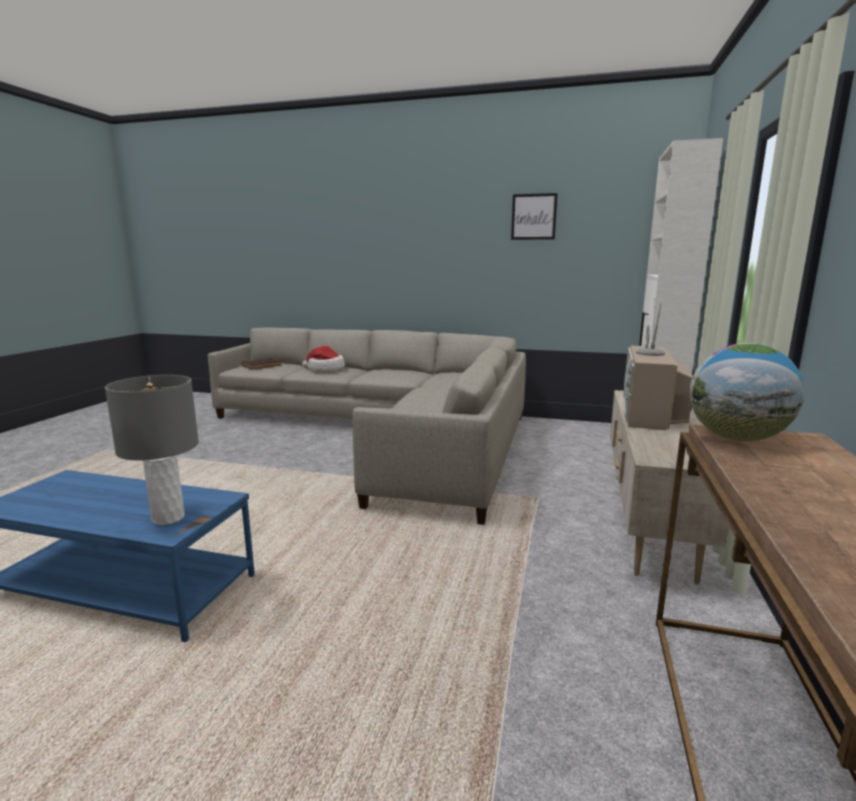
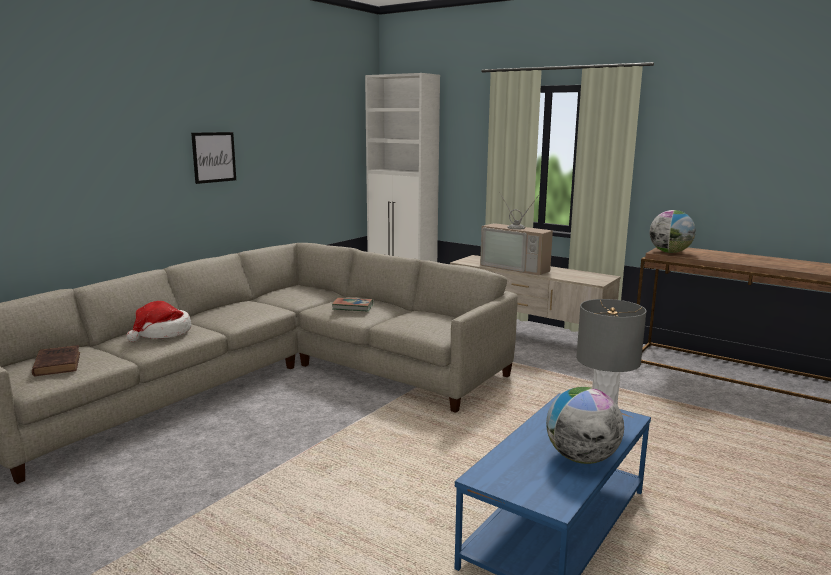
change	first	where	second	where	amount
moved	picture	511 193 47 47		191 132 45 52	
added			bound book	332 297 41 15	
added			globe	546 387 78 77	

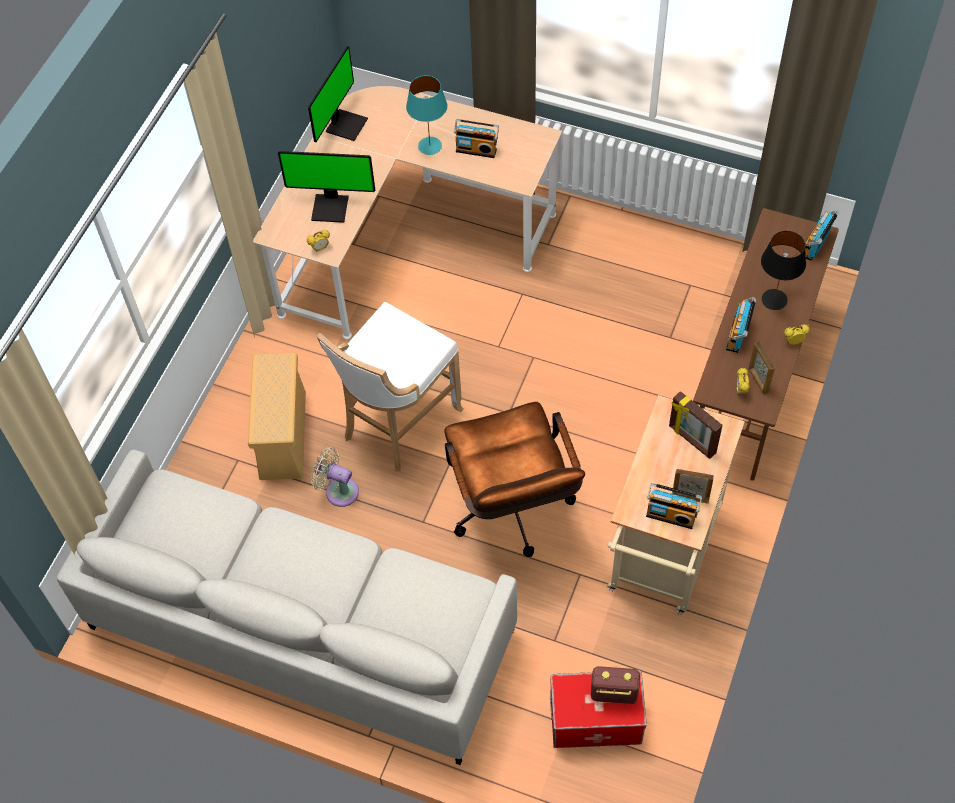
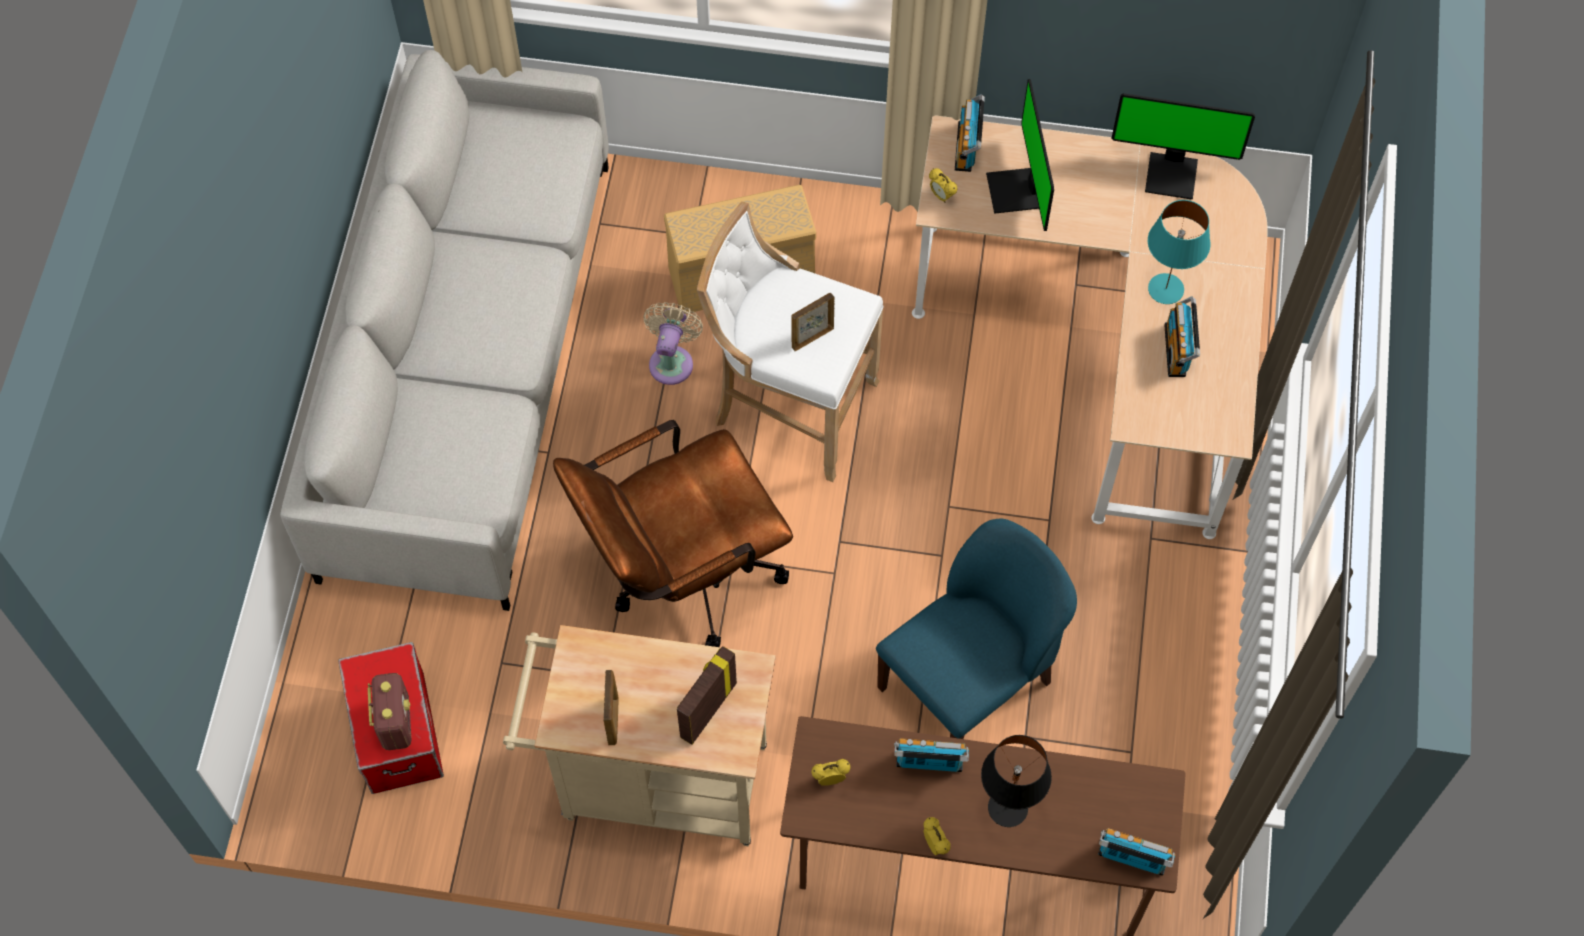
change	first	where	second	where	amount
moved	radio receiver	646 483 56 46		955 94 30 78	
moved	picture frame	749 341 26 54		791 293 43 59	
added			blue-coloured upright chair	876 519 201 220	

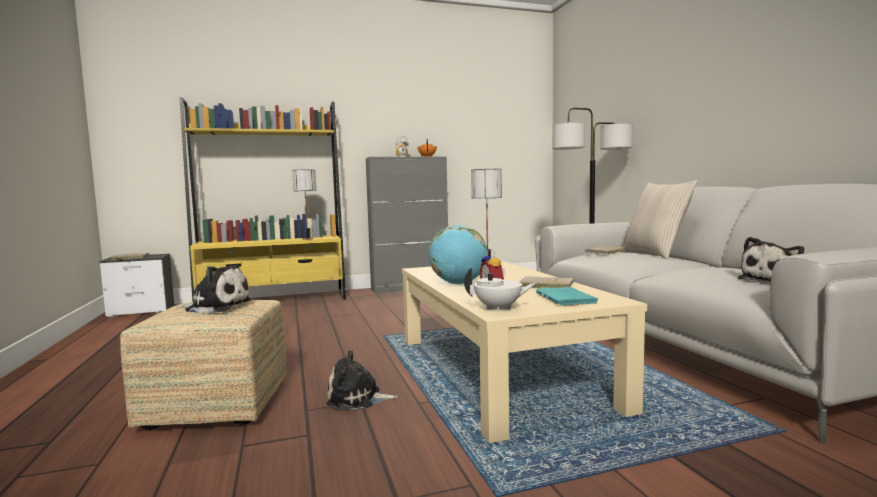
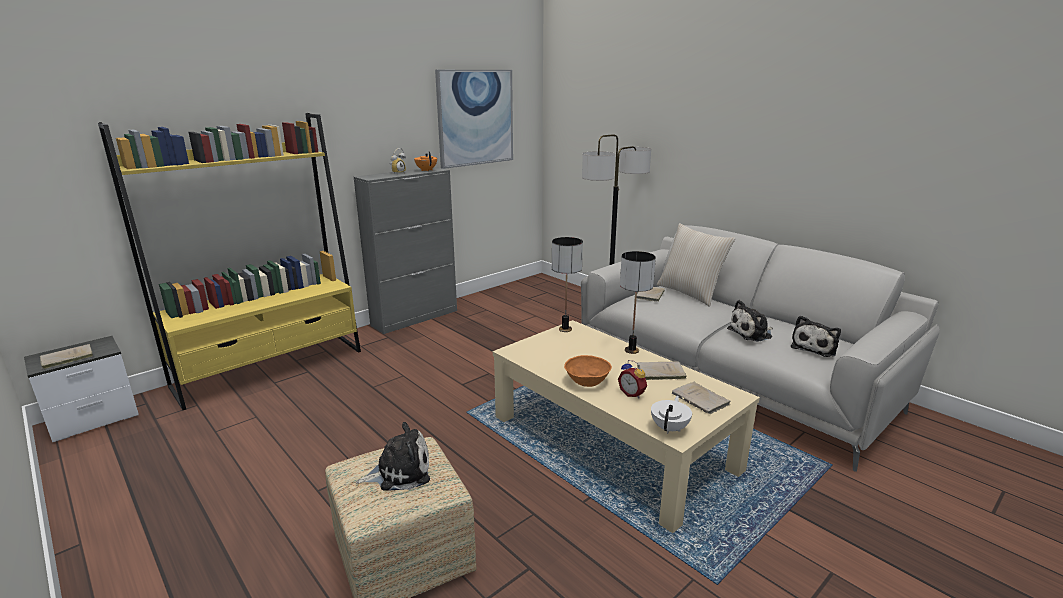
change	first	where	second	where	amount
moved	lamp for a table	292 170 24 69		620 251 36 103	
moved	plush toy	326 350 72 59		727 300 46 42	
replaced	globe	429 225 59 59	orangey deep dish	564 355 48 32	
turned	white-coloured tea pot	464 268 71 44		651 396 41 38	45 degrees counterclockwise
recoloured	turquoise-coloured bound book	536 287 62 19	beige bound book	672 382 59 32	
added			picture	435 70 78 99	

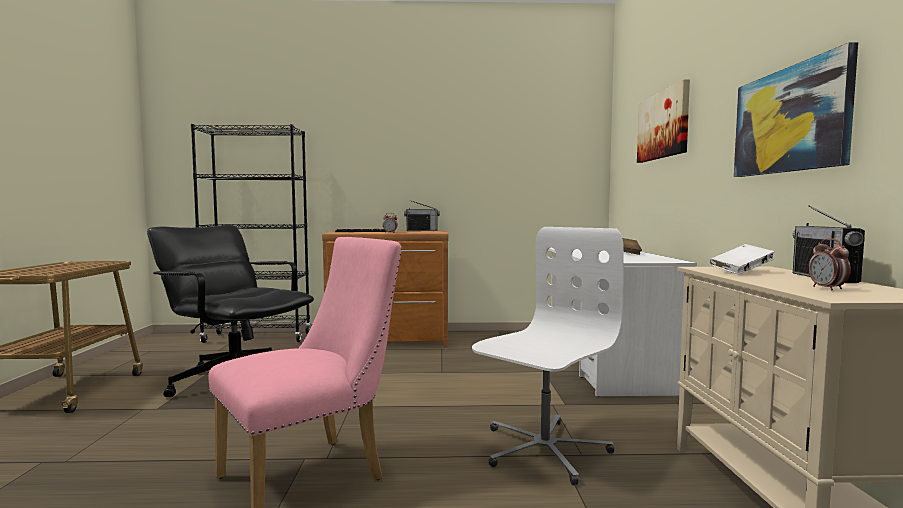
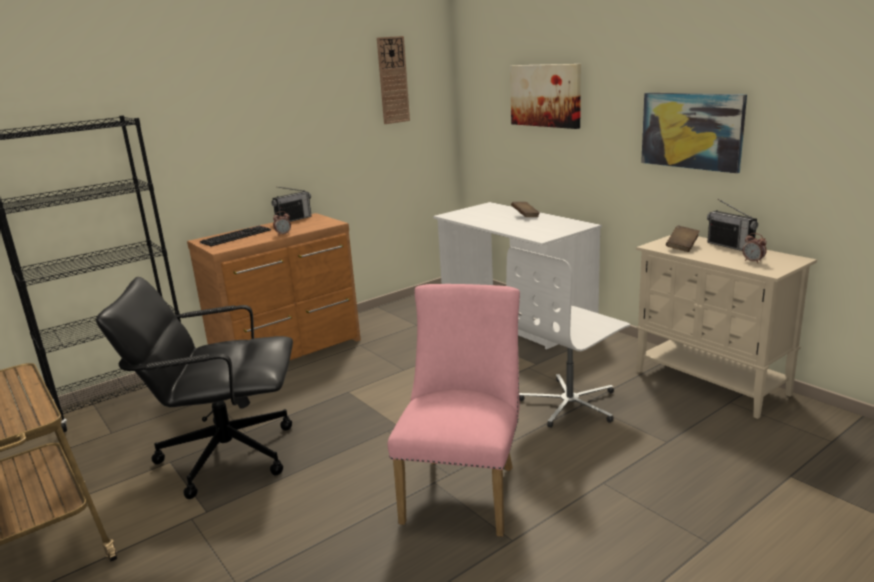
change	first	where	second	where	amount
turned	white-coloured office chair	472 227 152 258		506 247 124 181	135 degrees counterclockwise
recoloured	white-coloured bound book	710 244 65 30	brownish bound book	666 225 34 27	
added			wall clock	377 36 33 88	

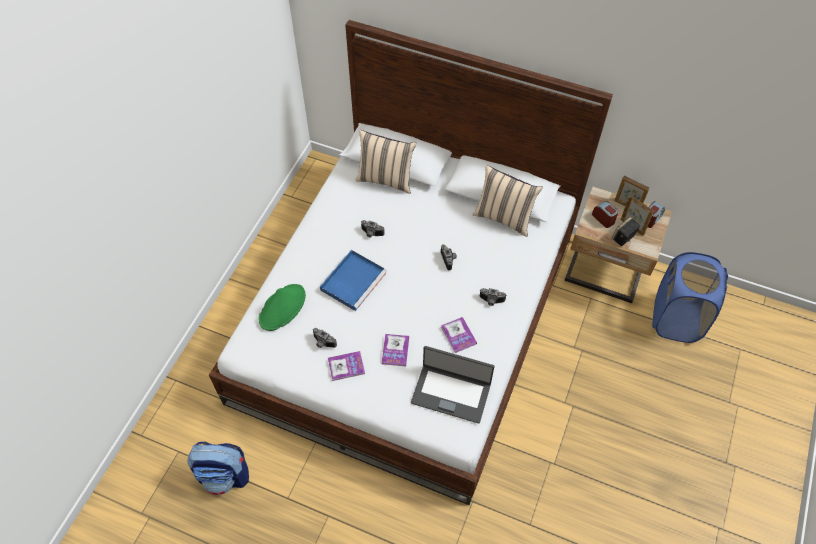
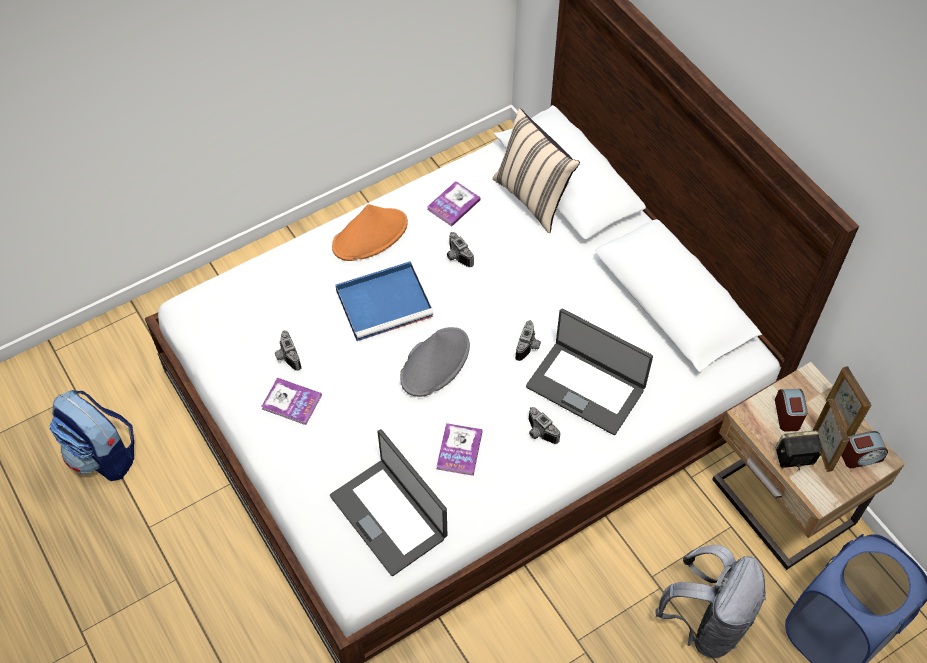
change	first	where	second	where	amount
removed	green-coloured clothing hat	258 284 48 47			
moved	bound book	382 334 27 32		427 181 54 45	
removed	beige throw pillow	473 165 70 72			
added			orangey clothing hat	332 204 76 57	
added			gray clothing hat	400 327 70 70	
added			laptop	526 309 127 126	
added			gray backpack	655 545 111 113	

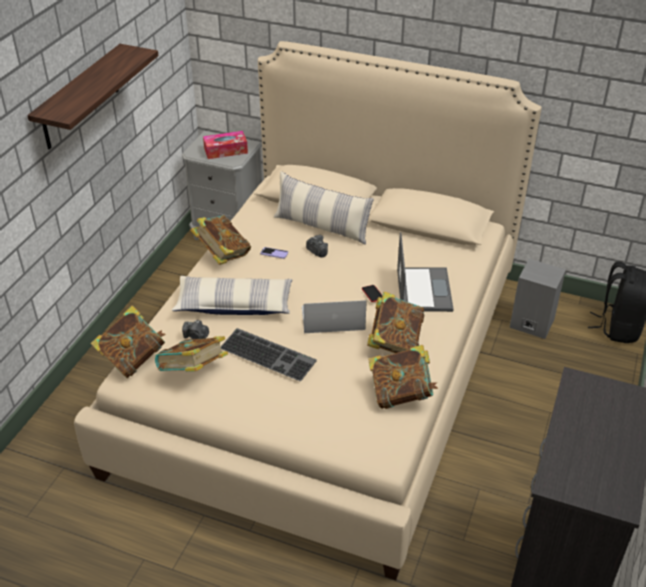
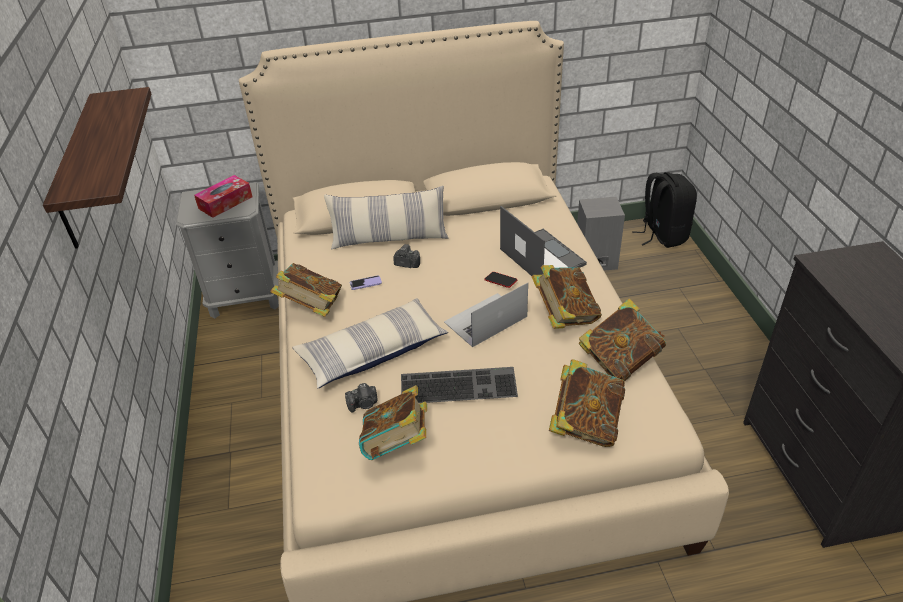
change	first	where	second	where	amount
moved	bound book	90 306 76 72		549 359 76 88	

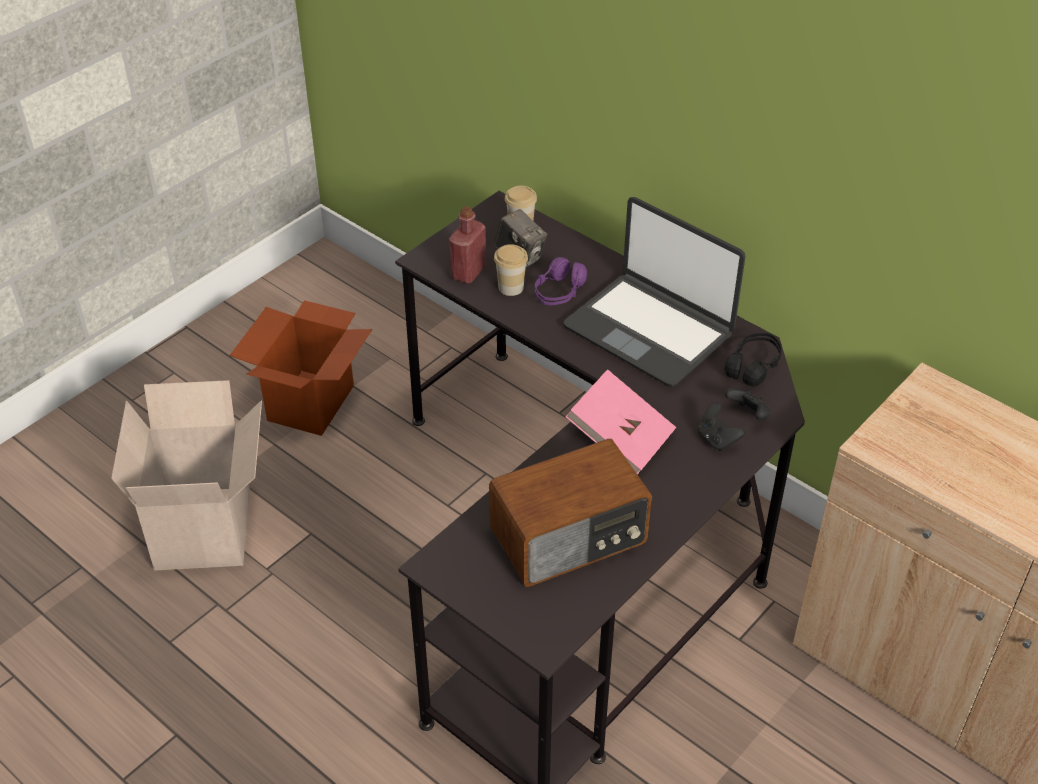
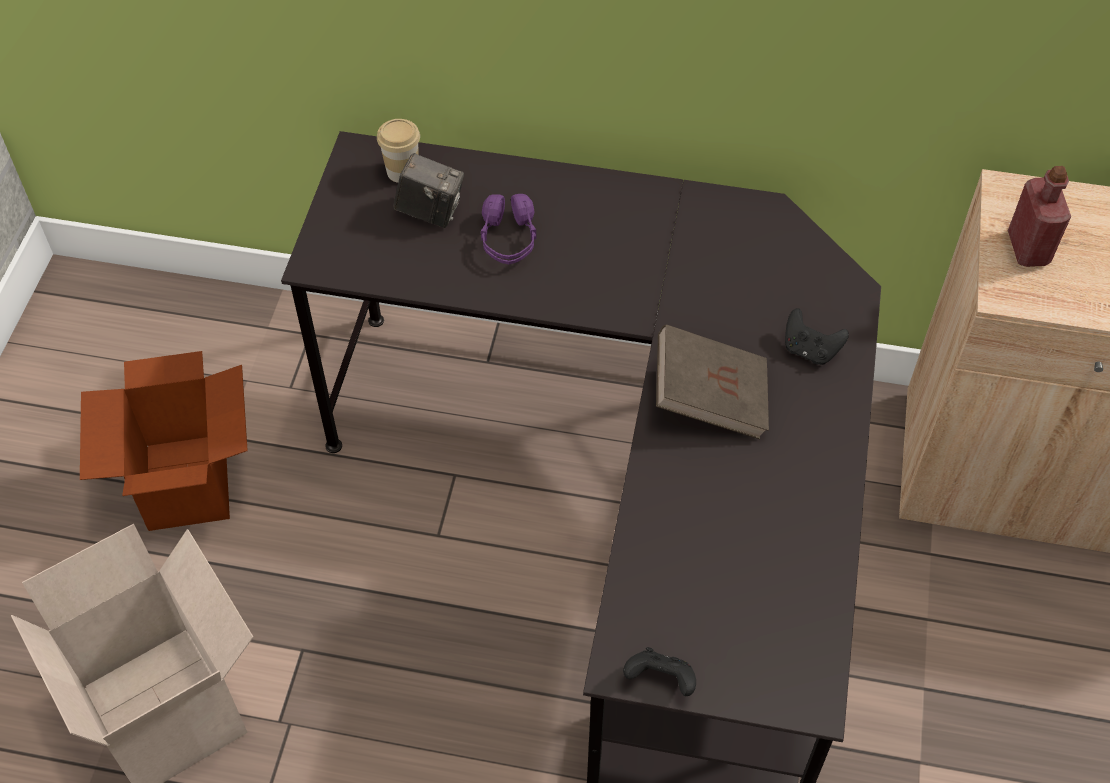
change	first	where	second	where	amount
moved	reddish drink bottle	449 206 37 78		1008 166 63 101	
removed	radio receiver	489 439 163 148			
removed	drinking cup	494 244 34 52			
removed	laptop	563 197 183 190			
recoloured	pink-coloured bound book	566 369 110 105	brownish bound book	656 324 113 115	
removed	black headset	725 333 57 53			
moved	black game controller	725 388 47 32		623 647 73 49	

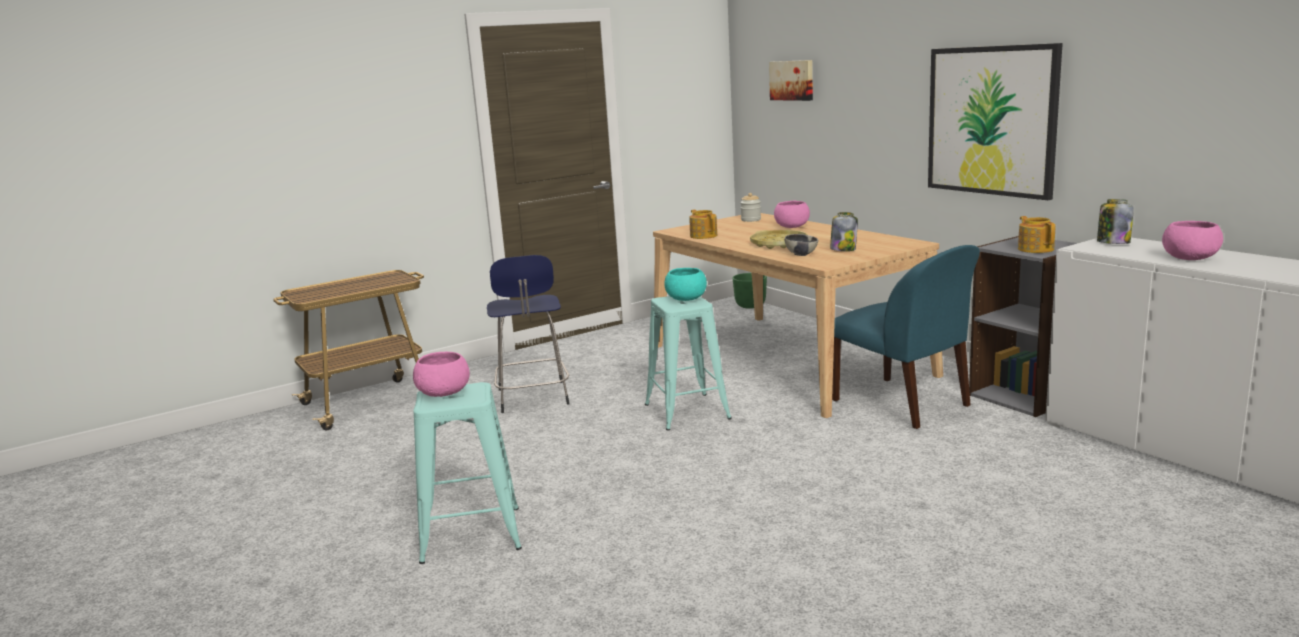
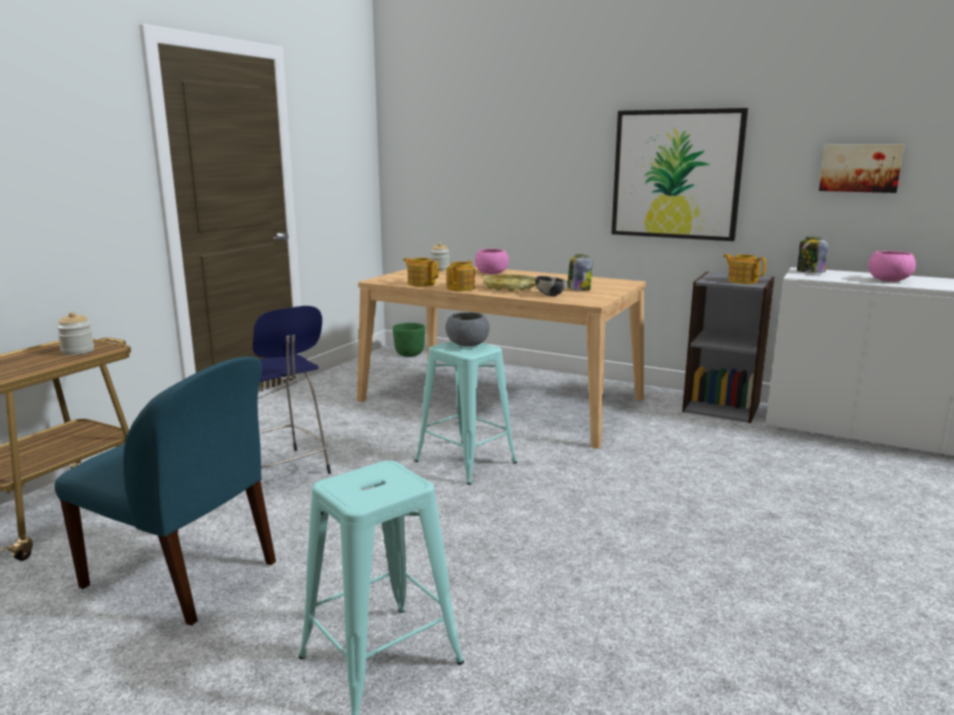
change	first	where	second	where	amount
removed	pink-coloured deep dish	413 352 57 45			
recoloured	turquoise-coloured deep dish	664 268 43 33	gray deep dish	445 312 45 35	
moved	picture	769 60 44 41		819 145 85 48	
moved	blue-coloured upright chair	832 245 148 184		55 356 221 270	
added			jar	57 312 37 43	
added			tea pot	447 261 28 30	

